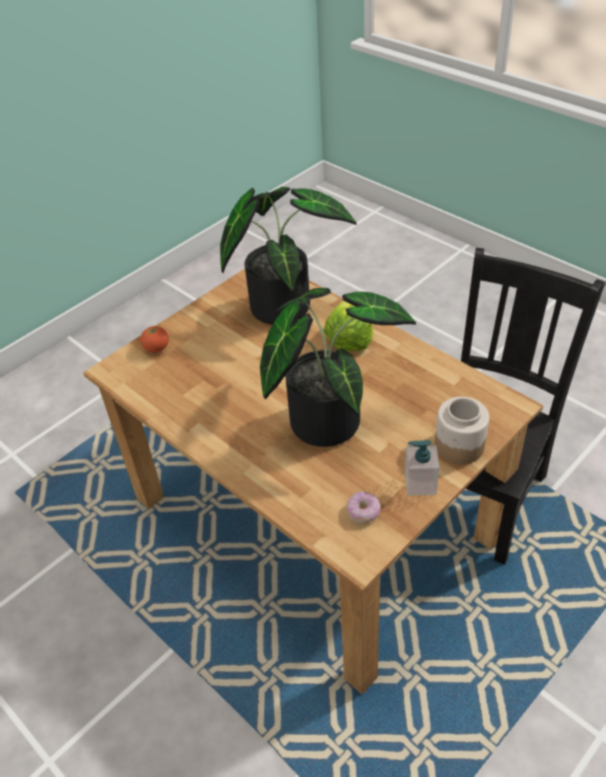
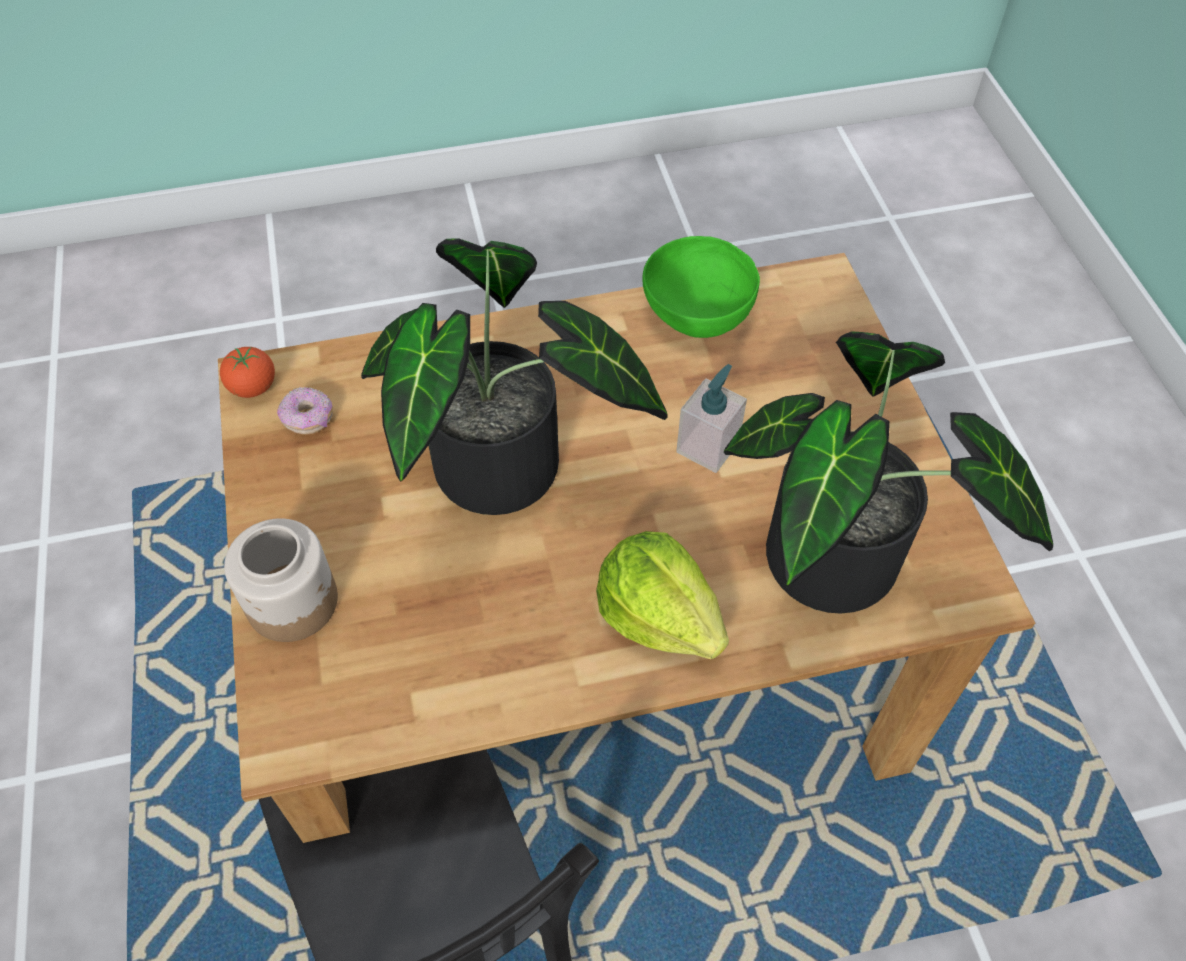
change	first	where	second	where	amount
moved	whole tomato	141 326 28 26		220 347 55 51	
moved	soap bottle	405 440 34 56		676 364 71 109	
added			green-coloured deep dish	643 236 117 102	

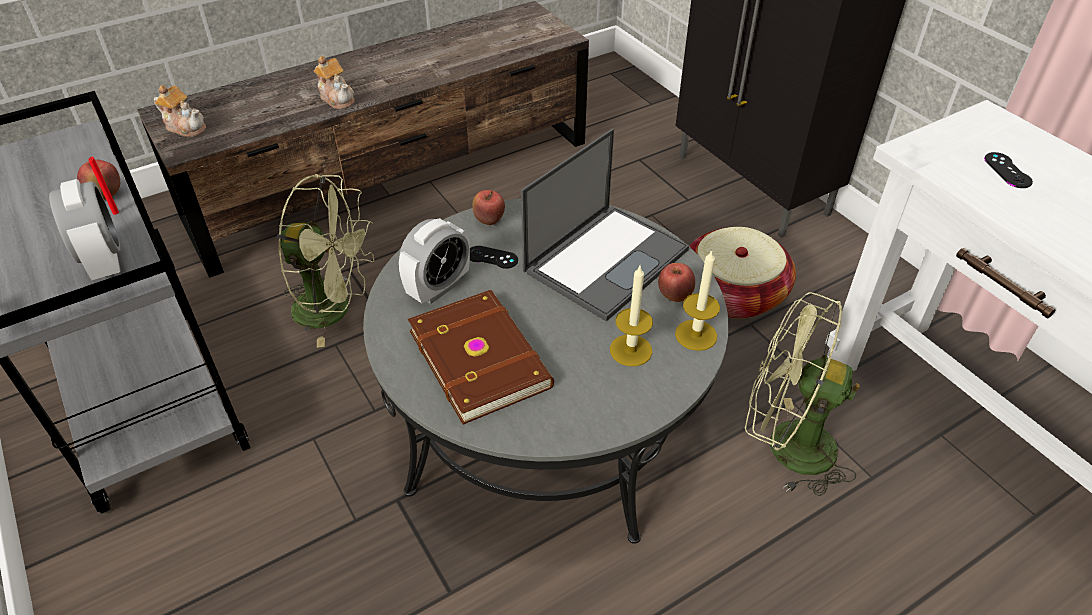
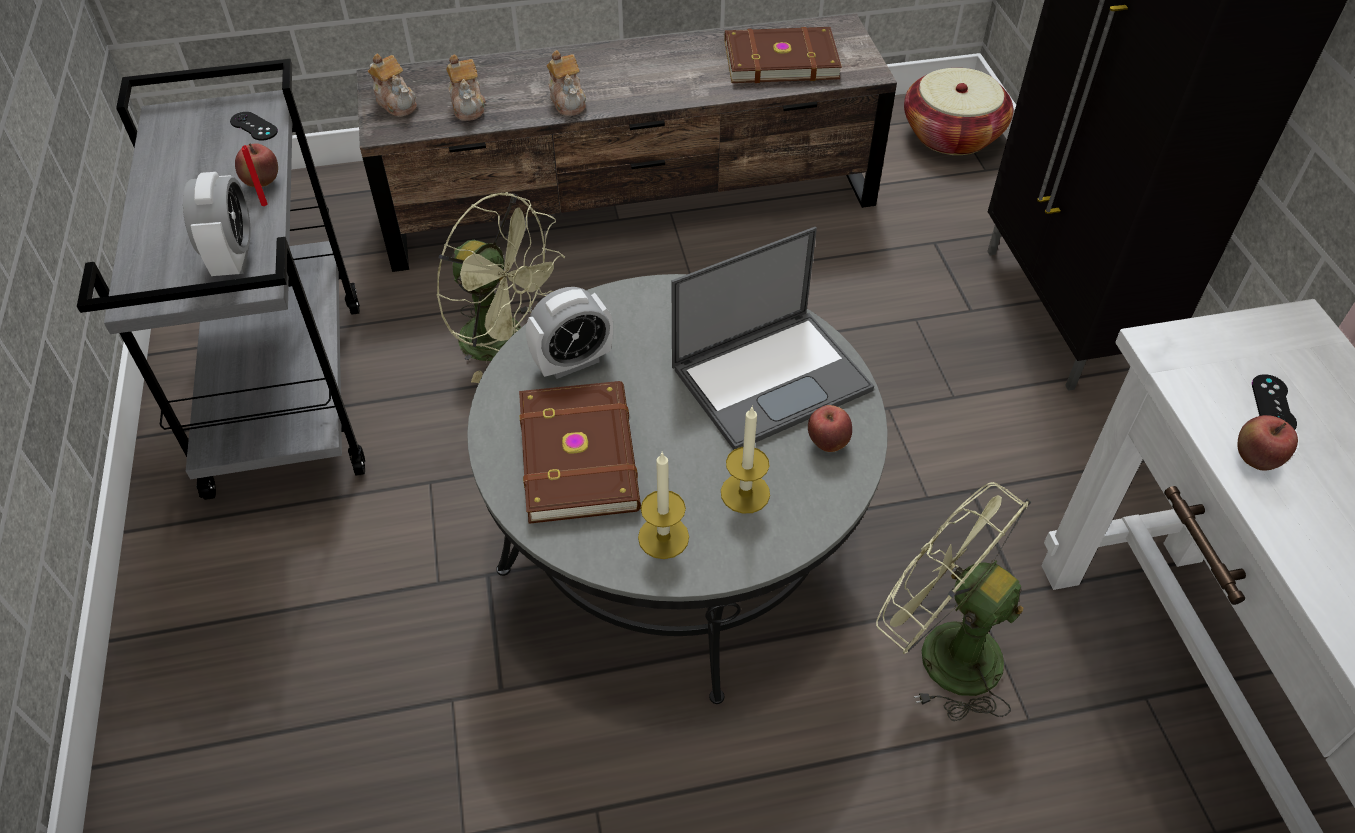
change	first	where	second	where	amount
moved	black game controller	470 246 48 23		230 112 48 29	
moved	apple	473 190 32 35		1237 415 61 56	
moved	wax candle	675 250 45 101		638 451 51 108	
moved	basket	689 227 107 92		904 68 109 87	
added			tea pot	446 54 40 67	
added			brownish bound book	725 27 117 56	

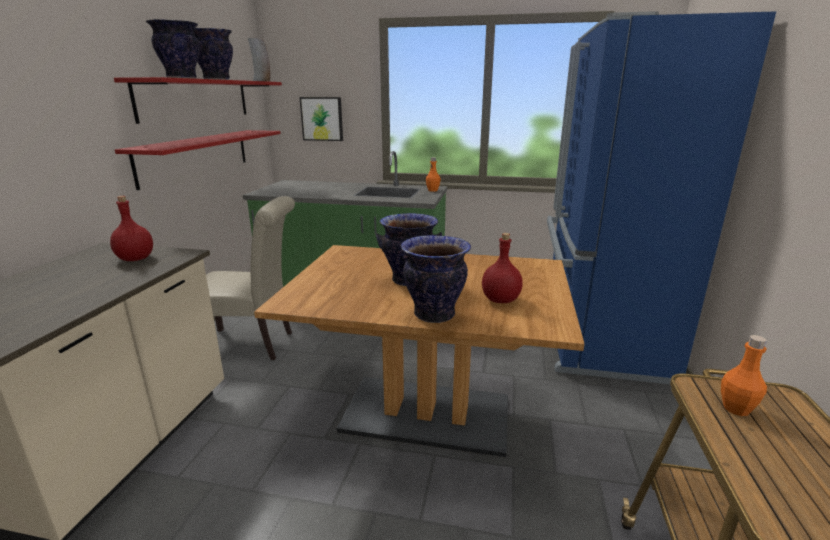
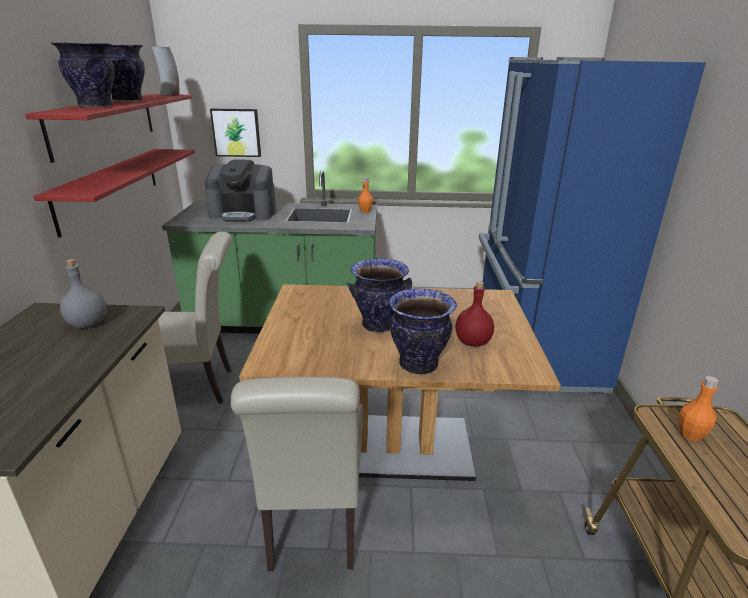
change	first	where	second	where	amount
recoloured	reddish drink bottle	110 196 43 65	gray drink bottle	60 259 46 69	
added			coffee maker	205 159 71 62	
added			beige upright chair	231 377 132 194	

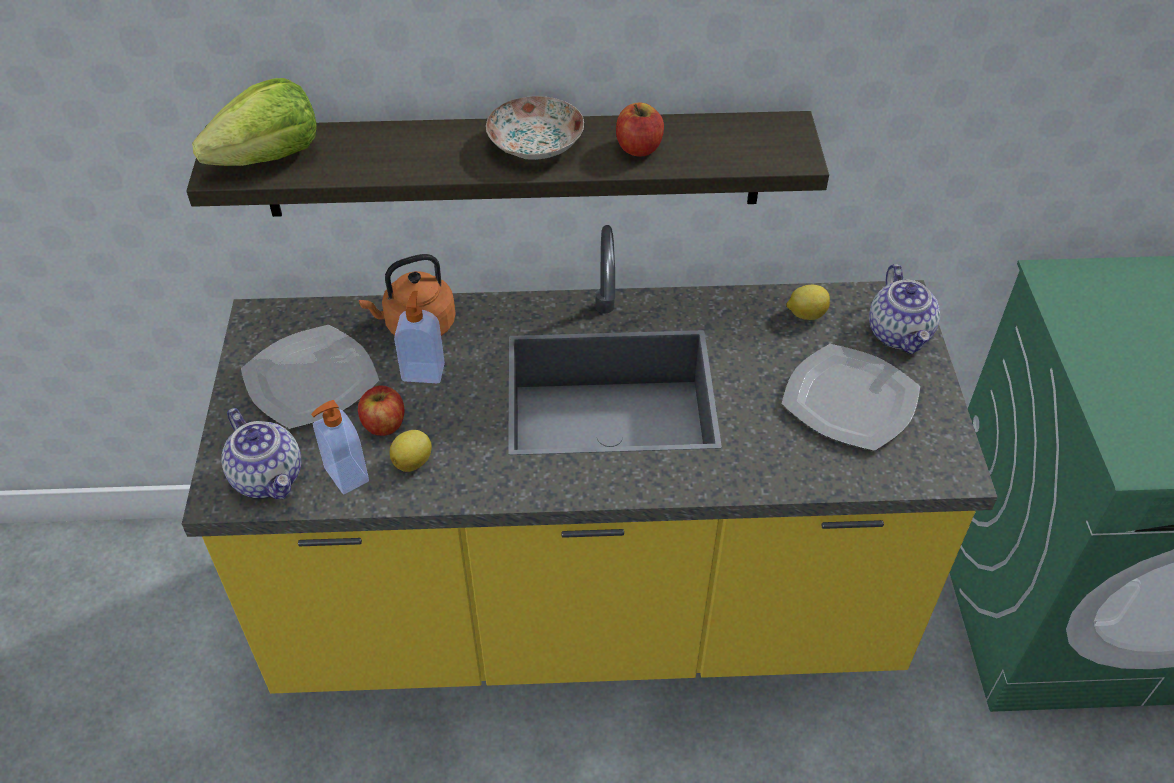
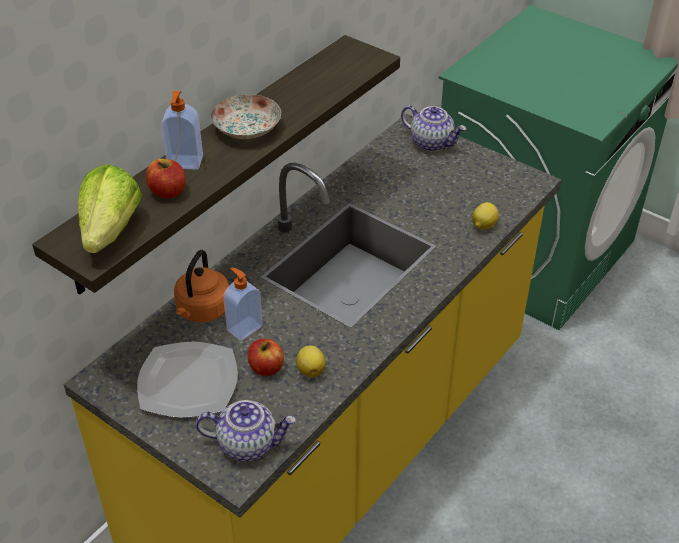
change	first	where	second	where	amount
moved	soap bottle	311 400 58 94		161 91 42 79	
moved	apple	616 102 48 54		146 159 39 39	
removed	plate	782 344 138 107			
moved	lemon	786 285 44 35		472 202 27 28	

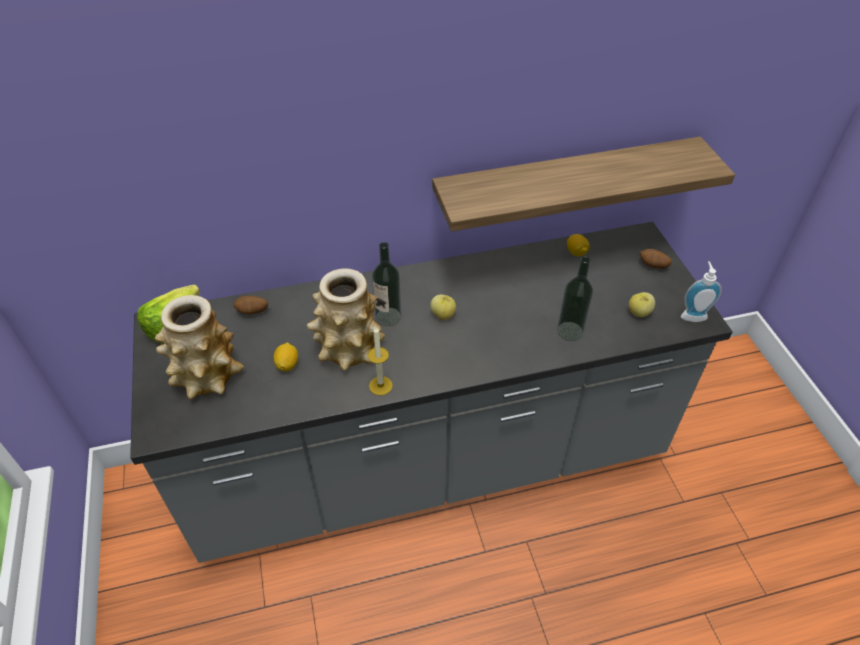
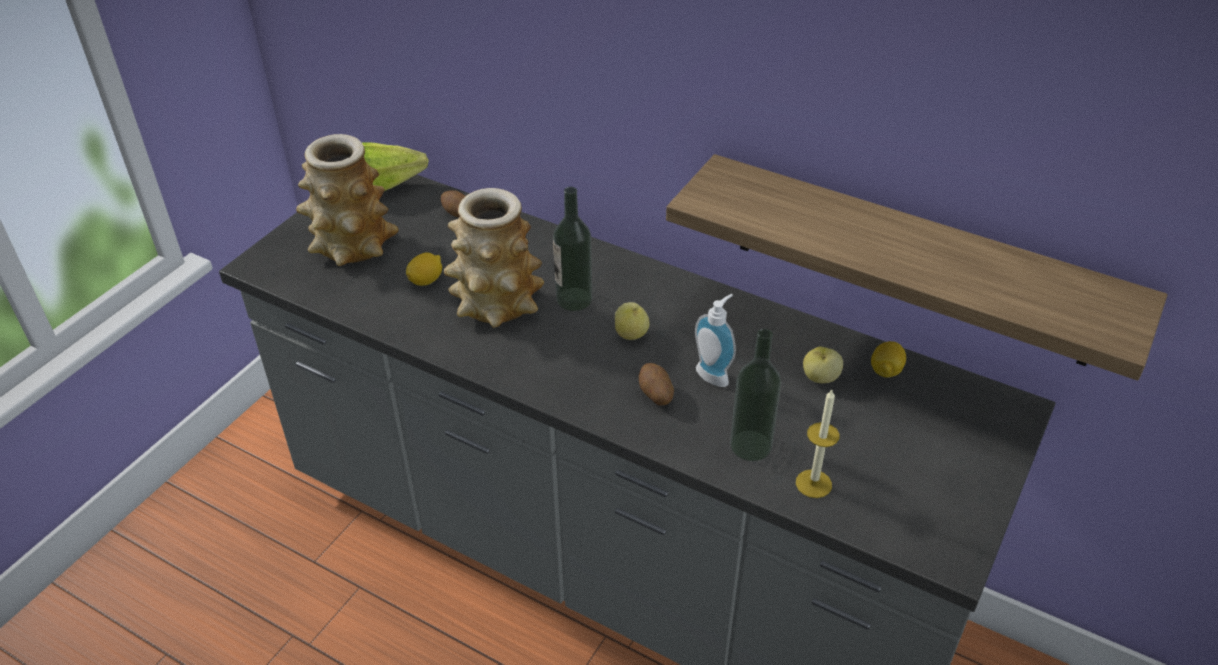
change	first	where	second	where	amount
moved	wax candle	368 327 25 69		796 390 43 108	
moved	apple	629 292 26 25		803 346 40 37	
moved	whole potato	640 249 32 20		639 363 35 42	
moved	soap bottle	681 261 41 61		695 294 41 93	

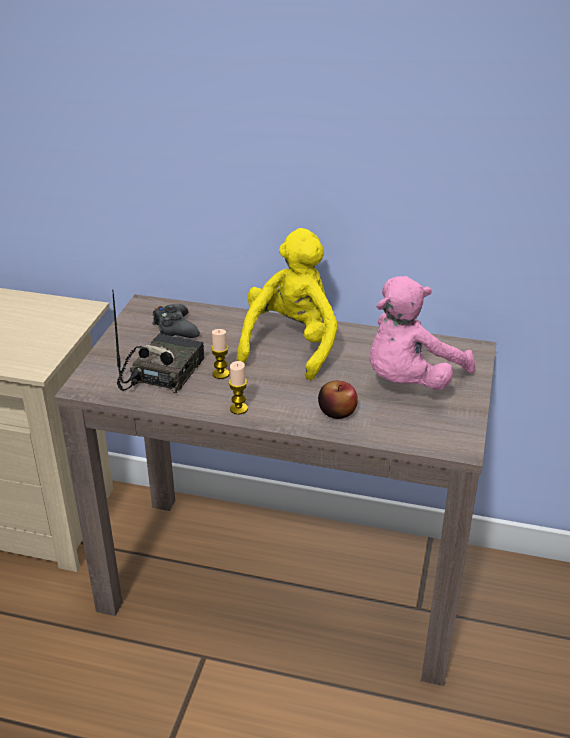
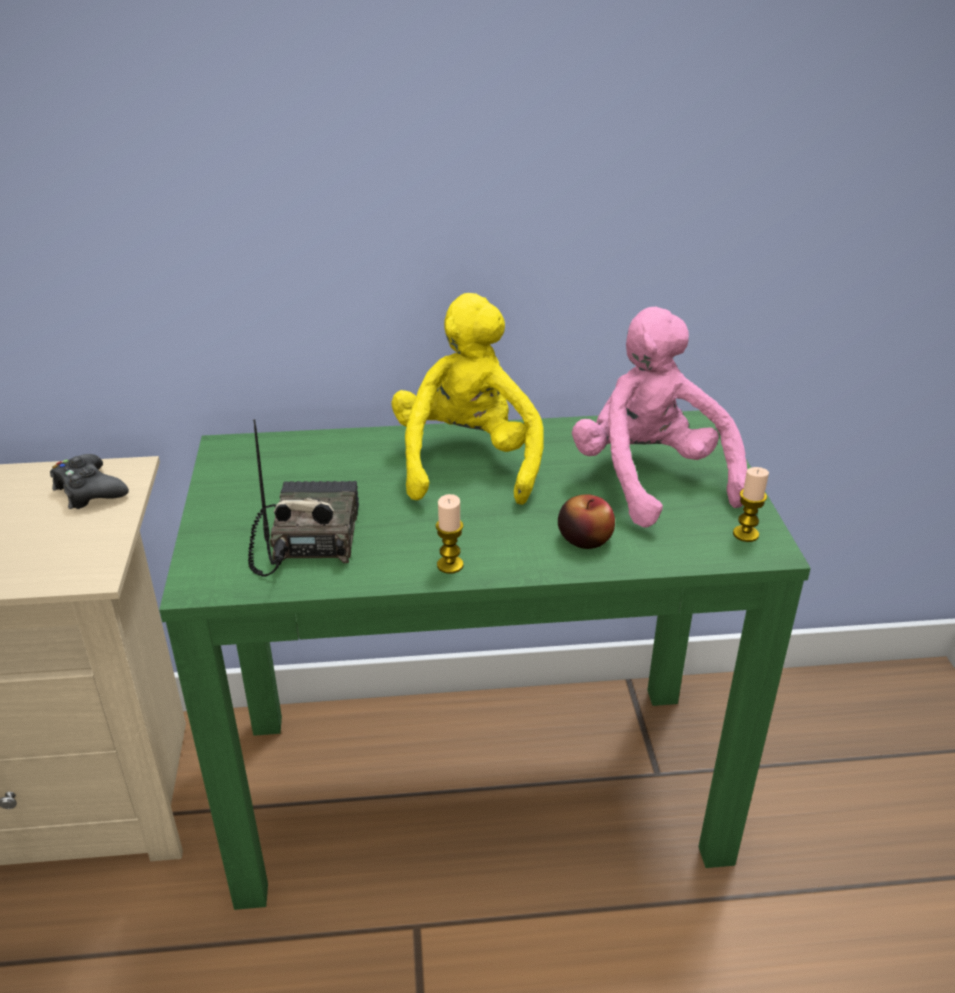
change	first	where	second	where	amount
recoloured	brownish console table	54 294 442 392	green-coloured console table	159 410 652 500	
moved	black game controller	152 304 48 34		50 454 79 55	
moved	wax candle	211 329 18 50		733 467 36 75	
turned	pink-coloured plush toy	370 276 105 114		572 307 175 220	135 degrees clockwise

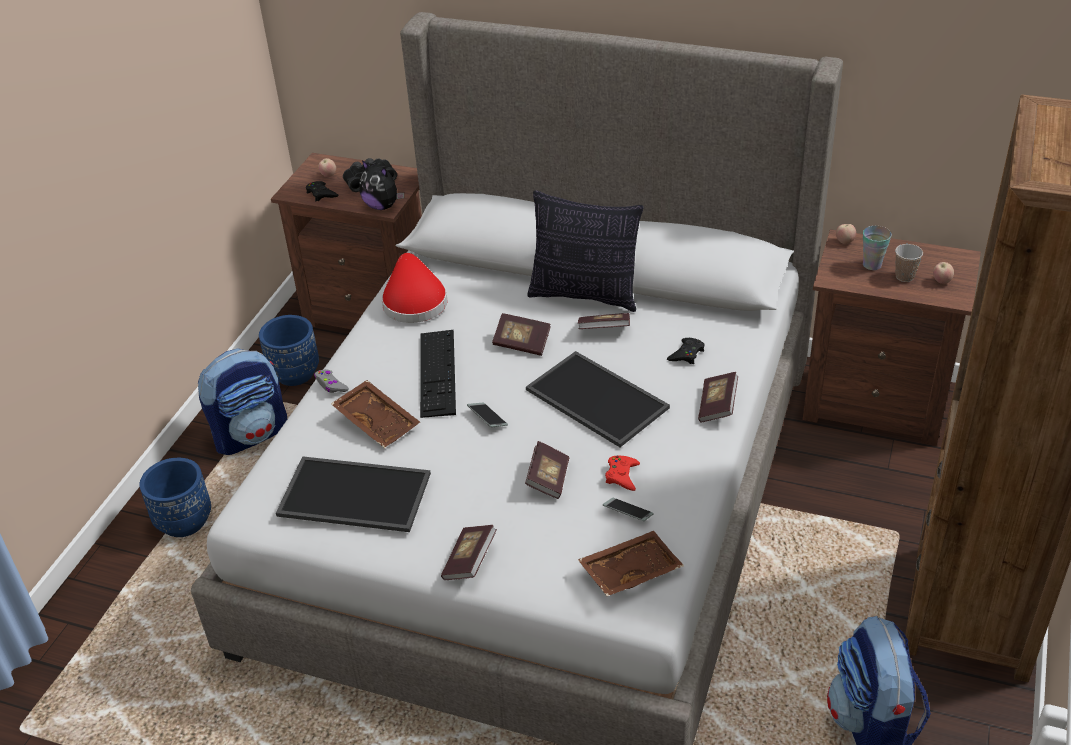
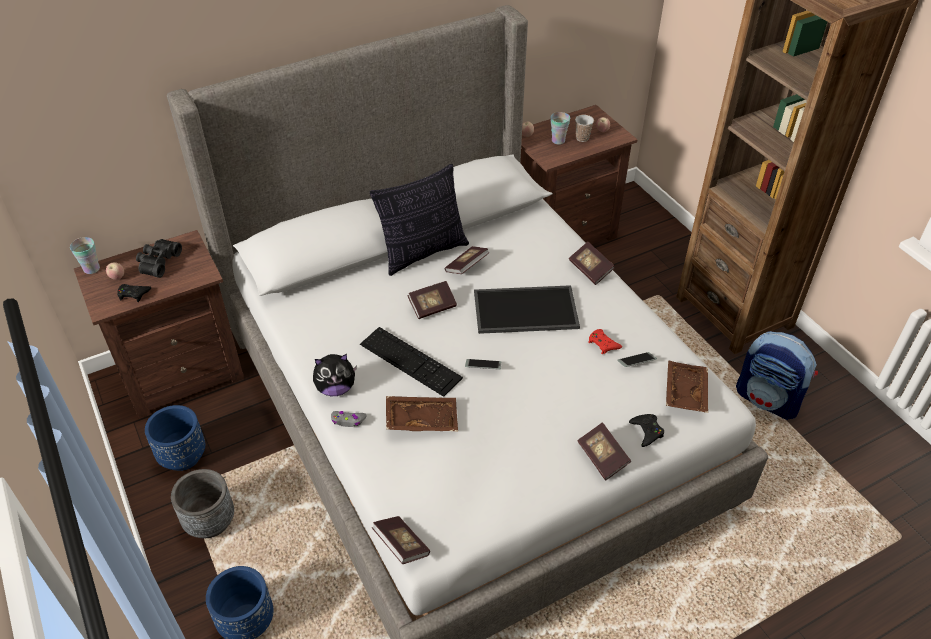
change	first	where	second	where	amount
replaced	backpack	198 348 89 107	gray flower pot	171 469 63 69	
removed	serving tray	276 456 155 76			
moved	plush toy	360 160 44 50		313 354 44 42	
removed	reddish clothing hat	381 253 67 70			
moved	bound book	525 441 44 58		372 516 58 48	
moved	black game controller	667 338 37 26		629 414 35 33	
added			drinking cup	70 237 30 37	

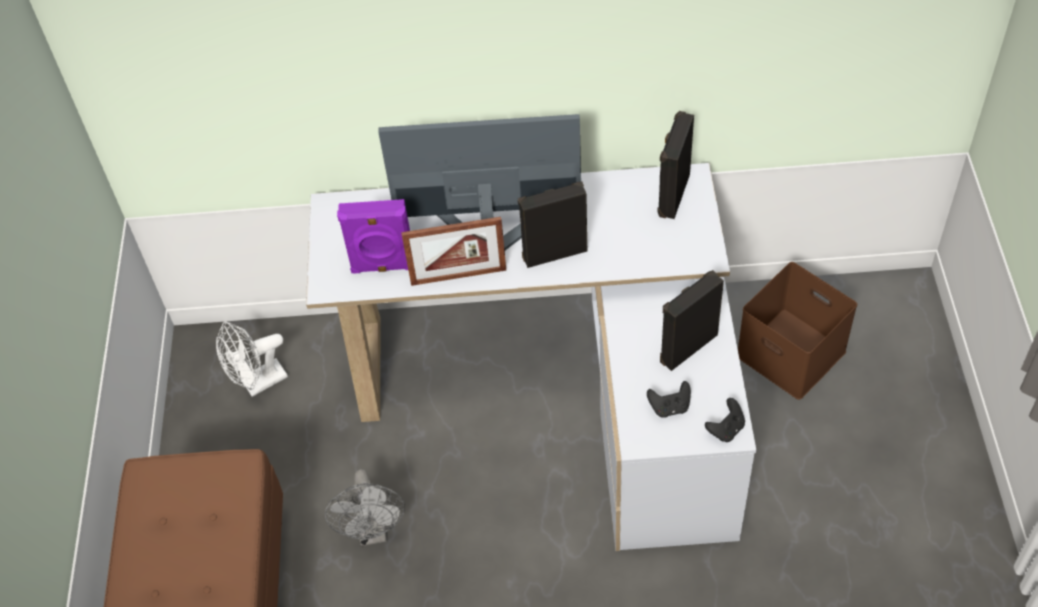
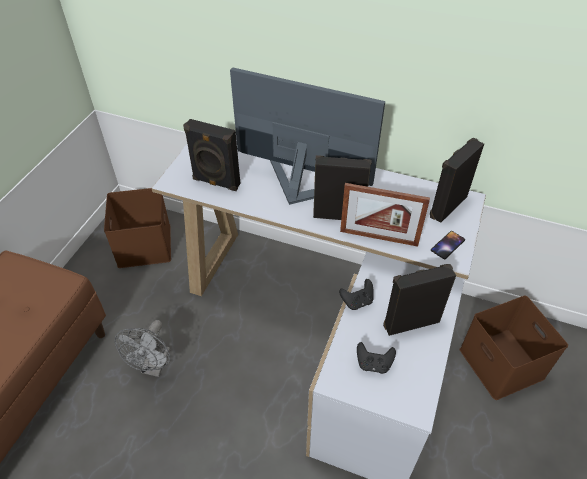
change	first	where	second	where	amount
replaced	white-coloured electric fan	216 321 72 76	brownish storage container	104 188 67 80	
recoloured	purple loudspeaker	337 199 73 74	black loudspeaker	183 119 58 72	
moved	picture frame	401 217 105 69		340 183 90 64	
moved	black game controller	705 398 40 44		339 279 35 31	
added			telephone	431 231 34 28	

